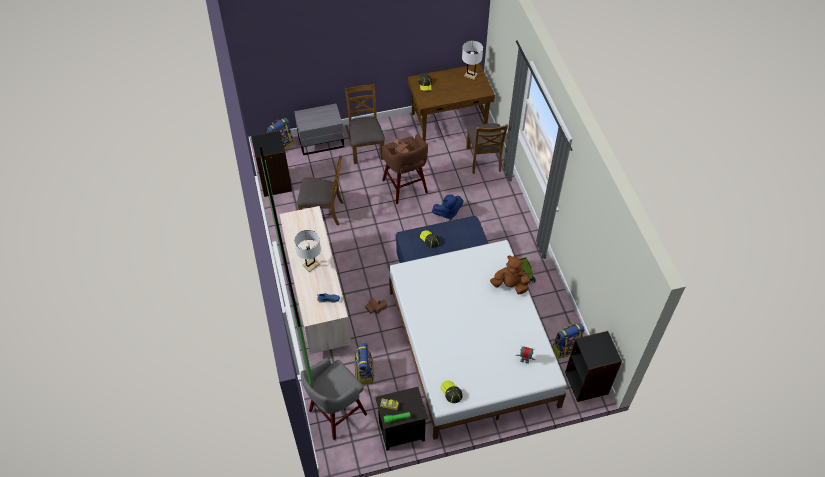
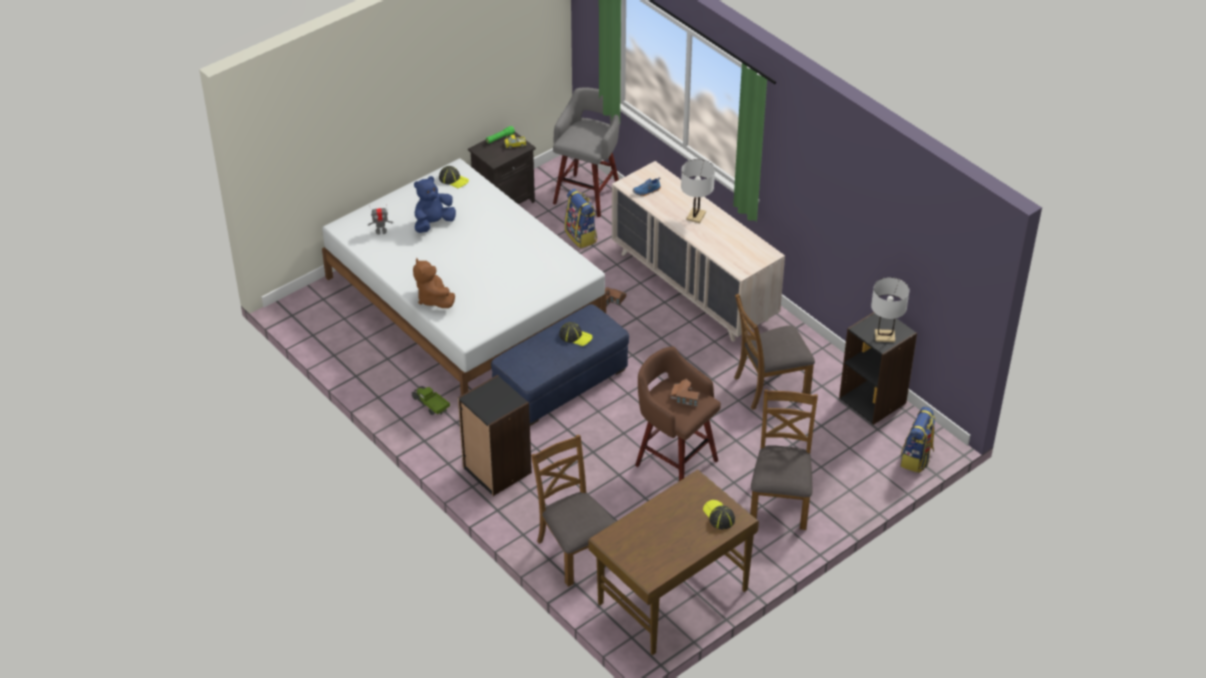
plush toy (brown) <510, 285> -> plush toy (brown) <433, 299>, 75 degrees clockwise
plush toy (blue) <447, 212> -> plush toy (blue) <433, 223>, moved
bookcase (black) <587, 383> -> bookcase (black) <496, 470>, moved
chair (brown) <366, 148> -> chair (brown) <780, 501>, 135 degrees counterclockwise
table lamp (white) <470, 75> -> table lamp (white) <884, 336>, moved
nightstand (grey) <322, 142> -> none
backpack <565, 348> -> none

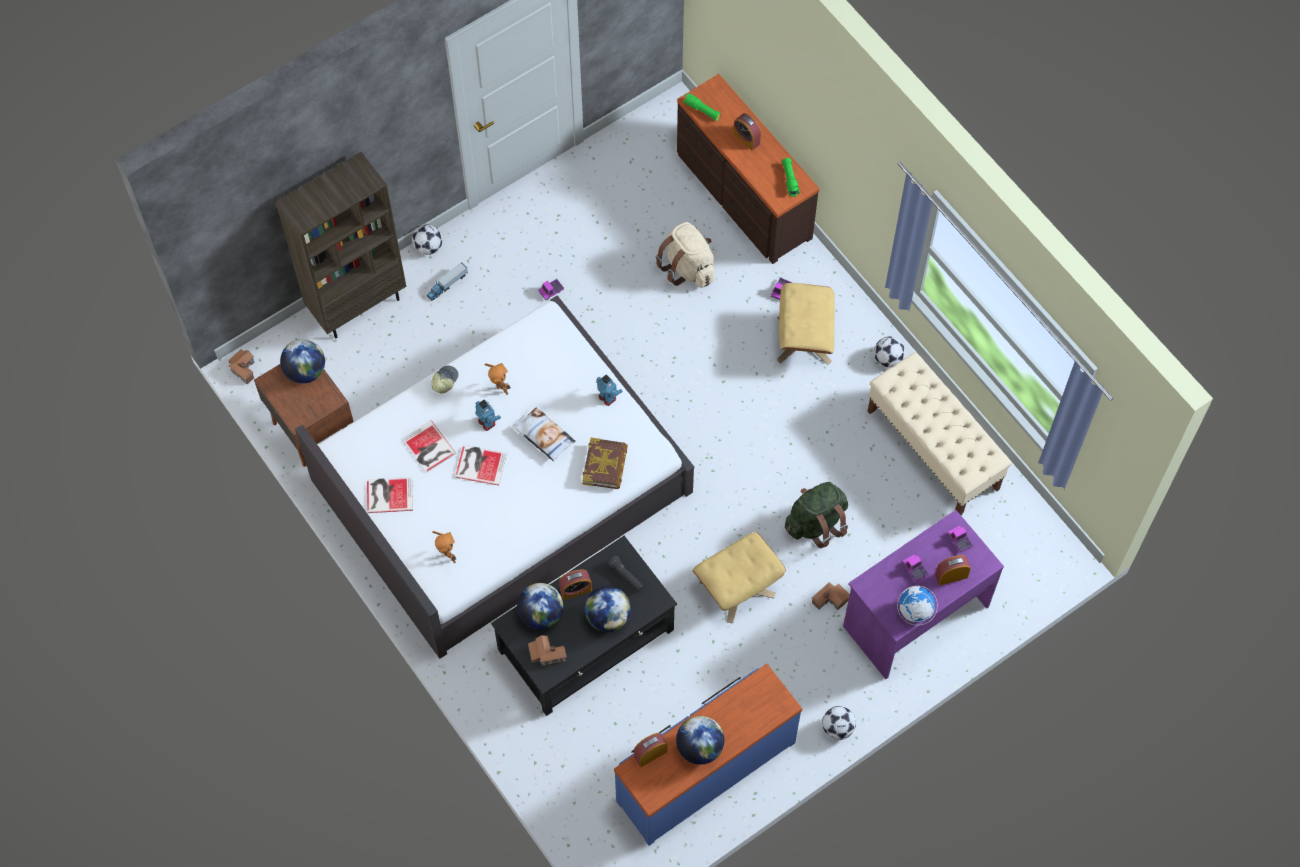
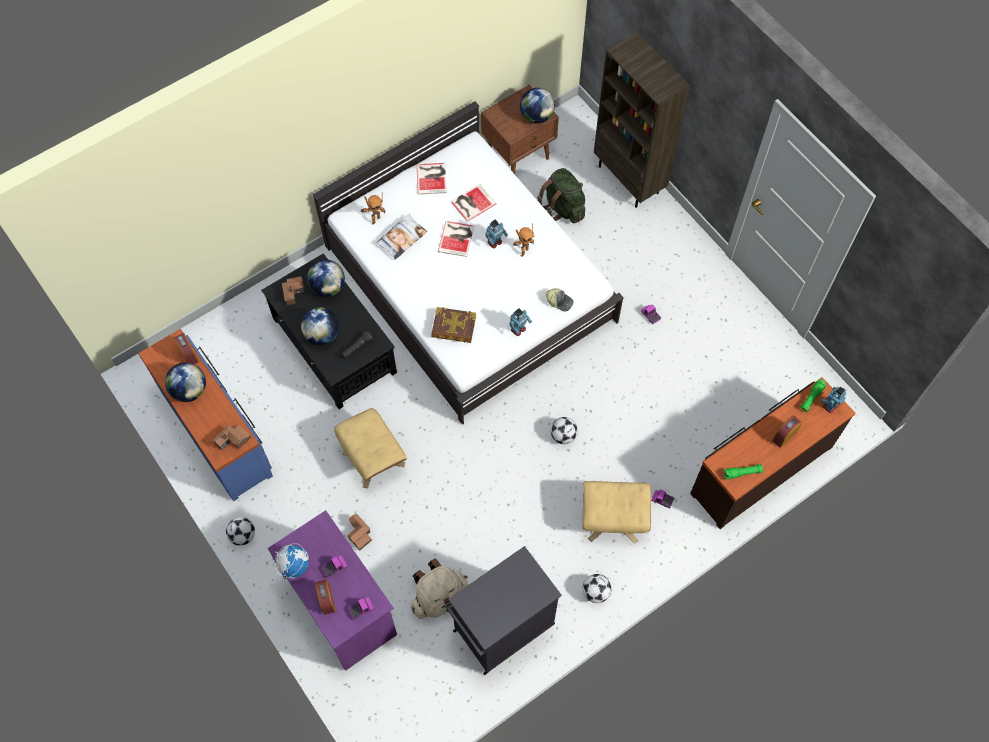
toy house <244, 368> -> toy house <233, 440>, moved
pillow <543, 436> -> pillow <402, 238>, moved
backpack (beige) <688, 267> -> backpack (beige) <439, 597>, moved
bench (beige) <933, 450> -> cabinet (black) <502, 629>
backpack (green) <816, 523> -> backpack (green) <563, 207>, moved
cap <444, 381> -> cap <559, 301>, moved
football <428, 247> -> football <563, 435>, moved
none -> toy robot <830, 405>
toy truck <447, 285> -> none
alarm clock <575, 590> -> none

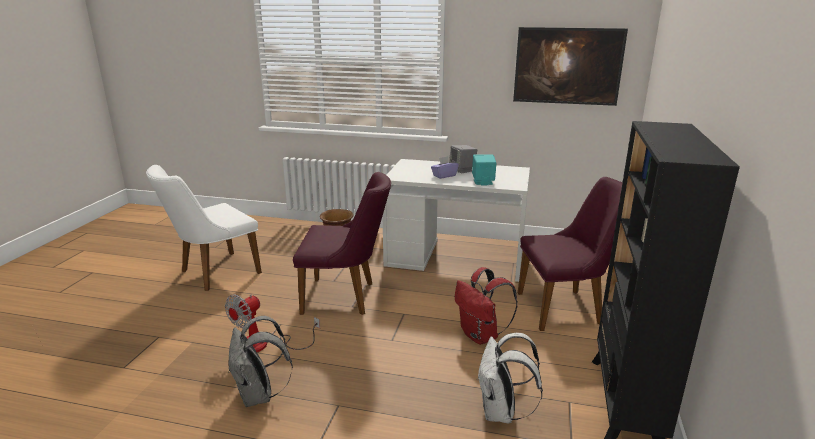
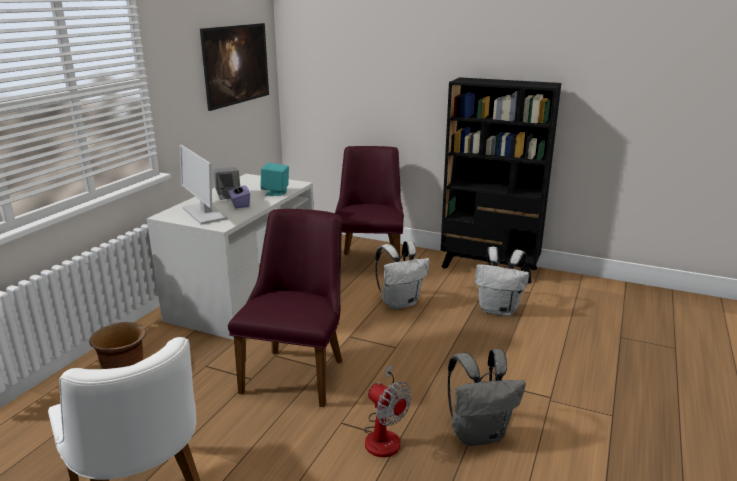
none -> monitor <204, 213>
backpack (red) <481, 336> -> backpack (white) <400, 303>

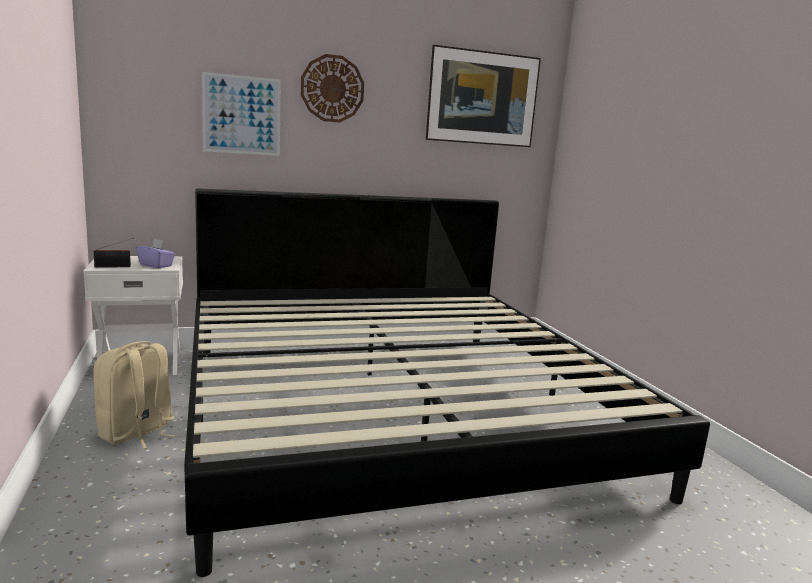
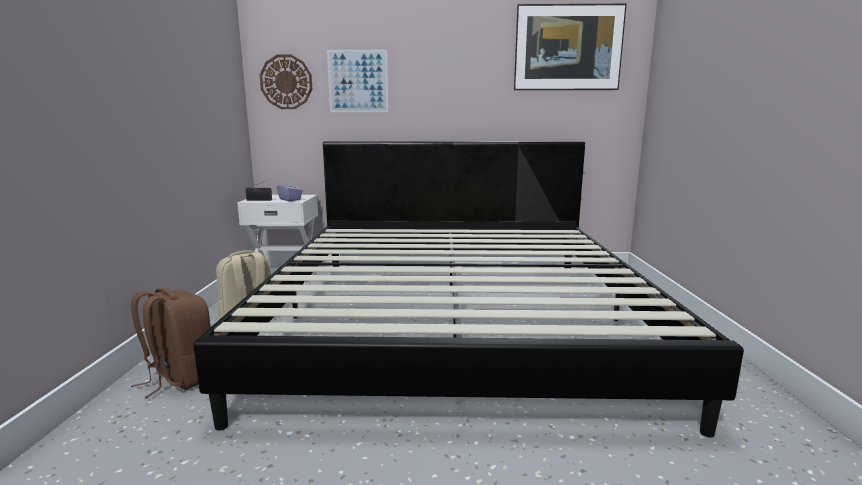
none -> backpack (brown) <179, 378>
wall clock <332, 88> -> wall clock <286, 82>, moved

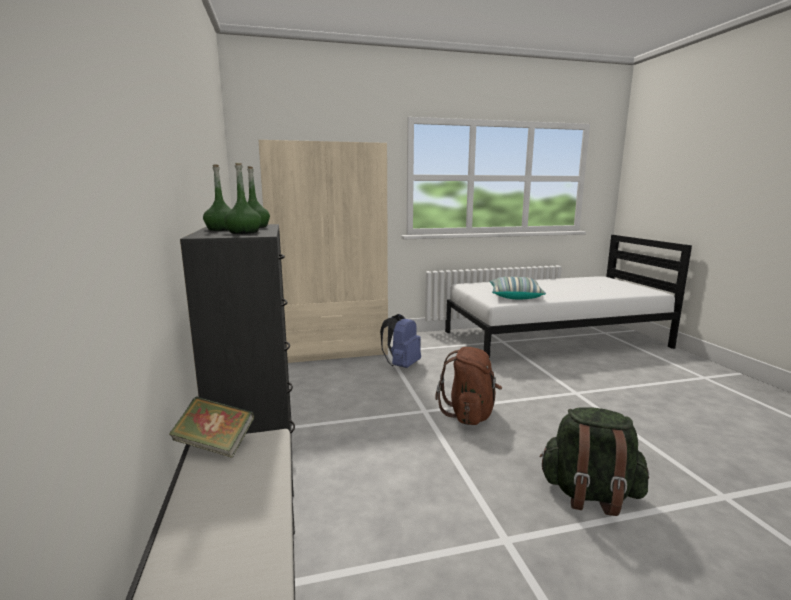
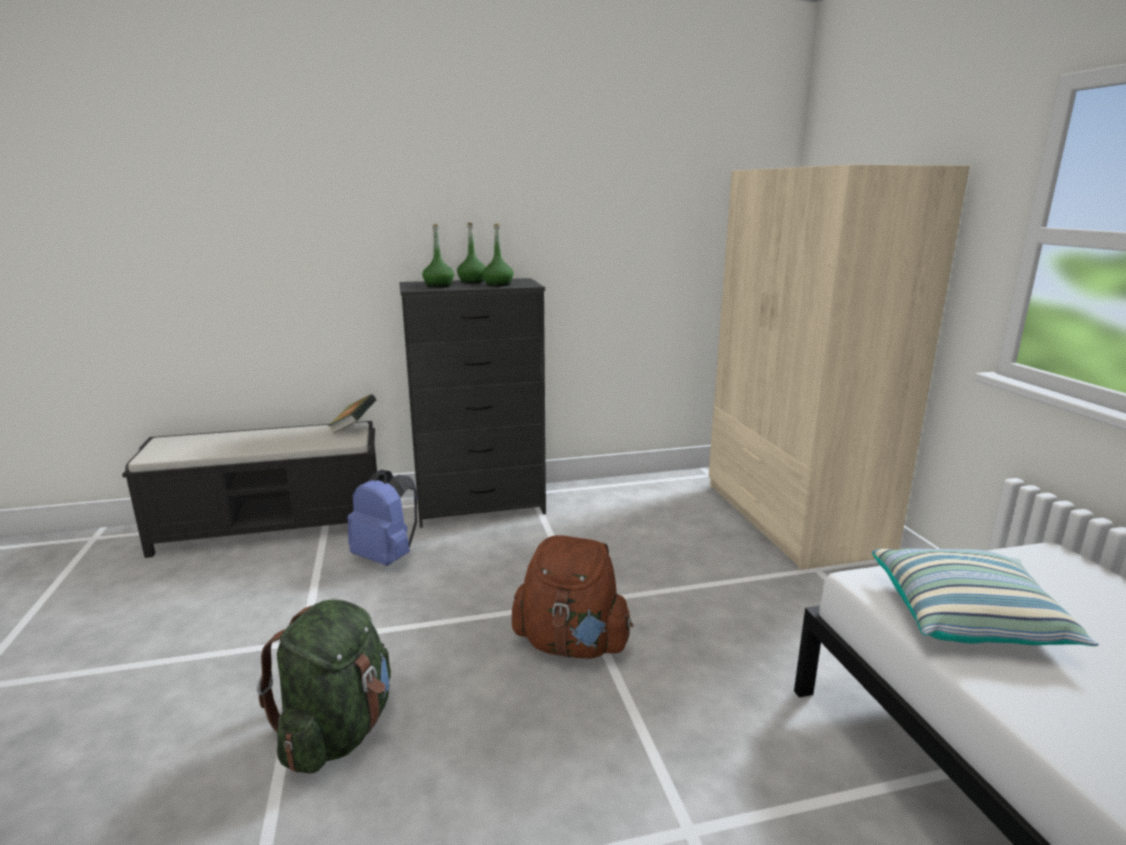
backpack (blue) <402, 365> -> backpack (blue) <387, 557>, moved

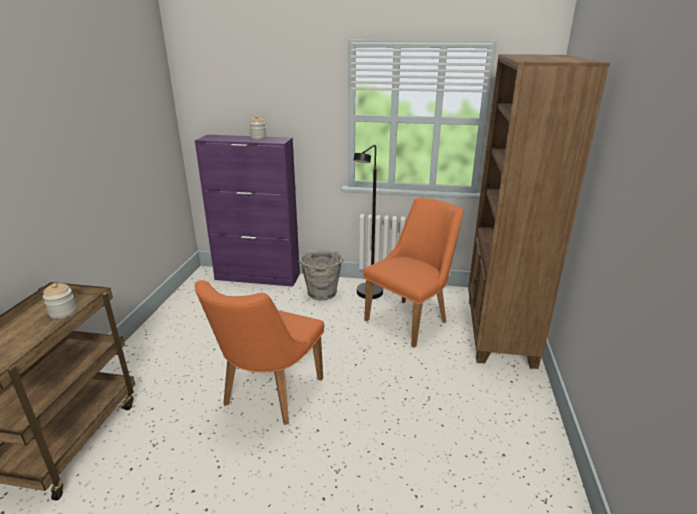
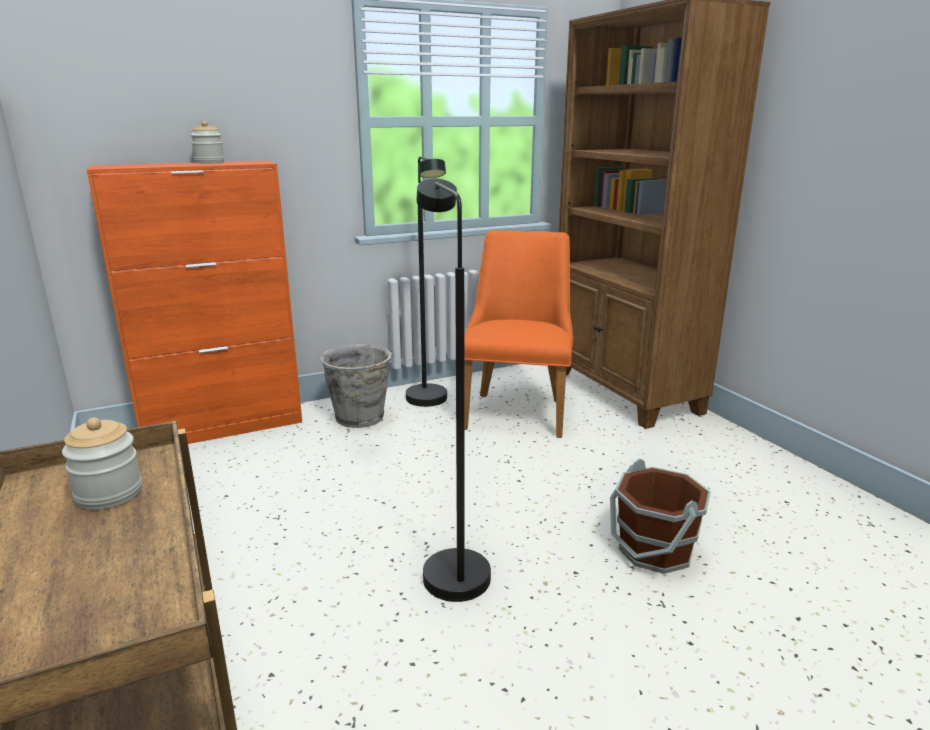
cabinet (purple) <258, 277> -> cabinet (orange) <224, 427>
chair (orange) <267, 396> -> floor lamp (black) <452, 566>
none -> bucket (brown) <654, 550>

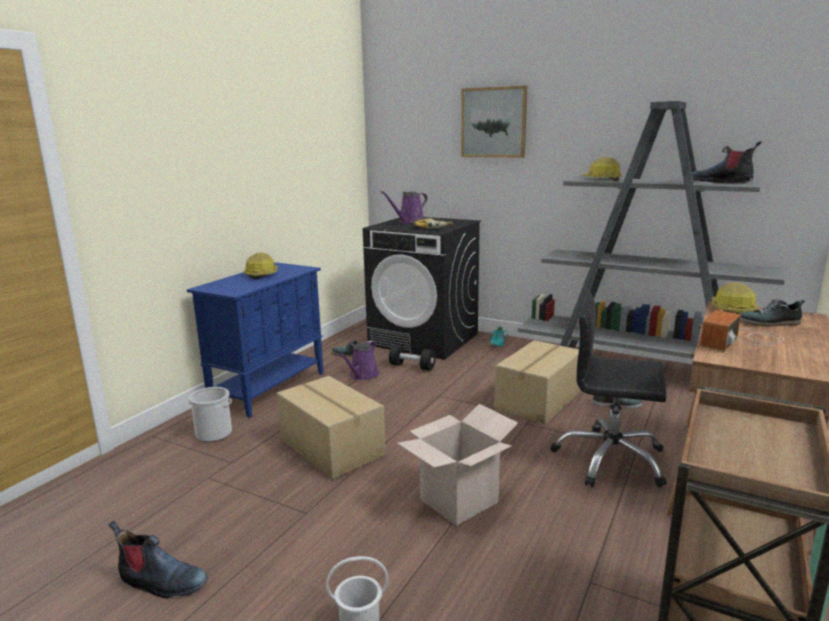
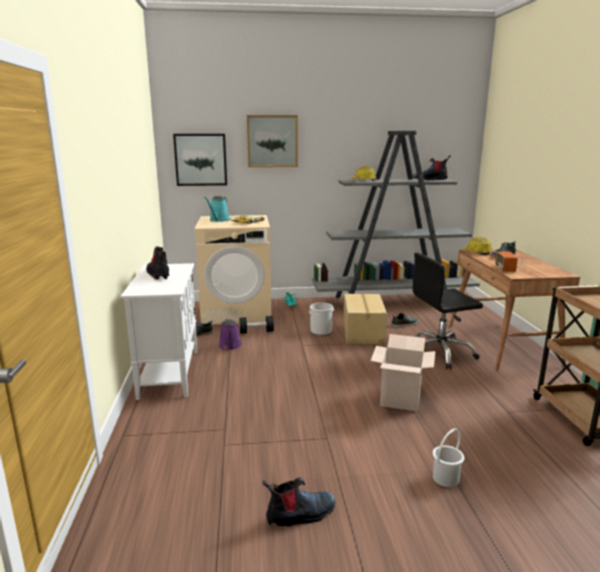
cabinet (blue) <269, 388> -> cabinet (white) <169, 373>
hard hat <262, 274> -> boot <159, 275>
none -> picture <201, 159>
washing machine (black) <424, 339> -> washing machine (beige) <237, 312>
watering can (purple) <409, 222> -> watering can (turquoise) <218, 220>
bucket <214, 433> -> bucket <321, 331>, moved
cardboard box <331, 448> -> none

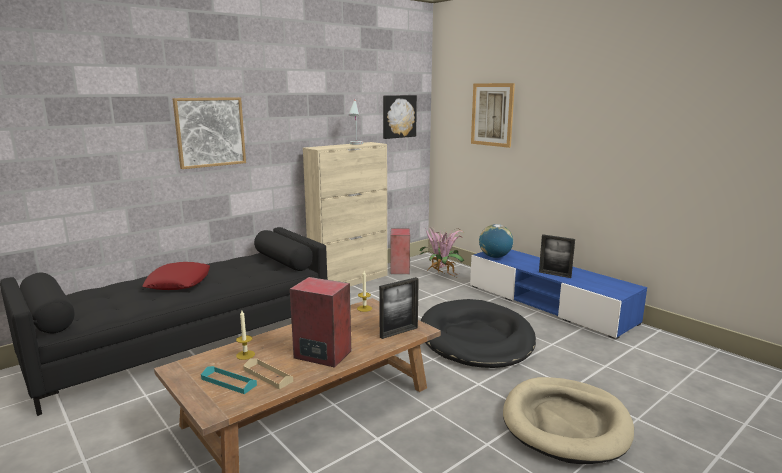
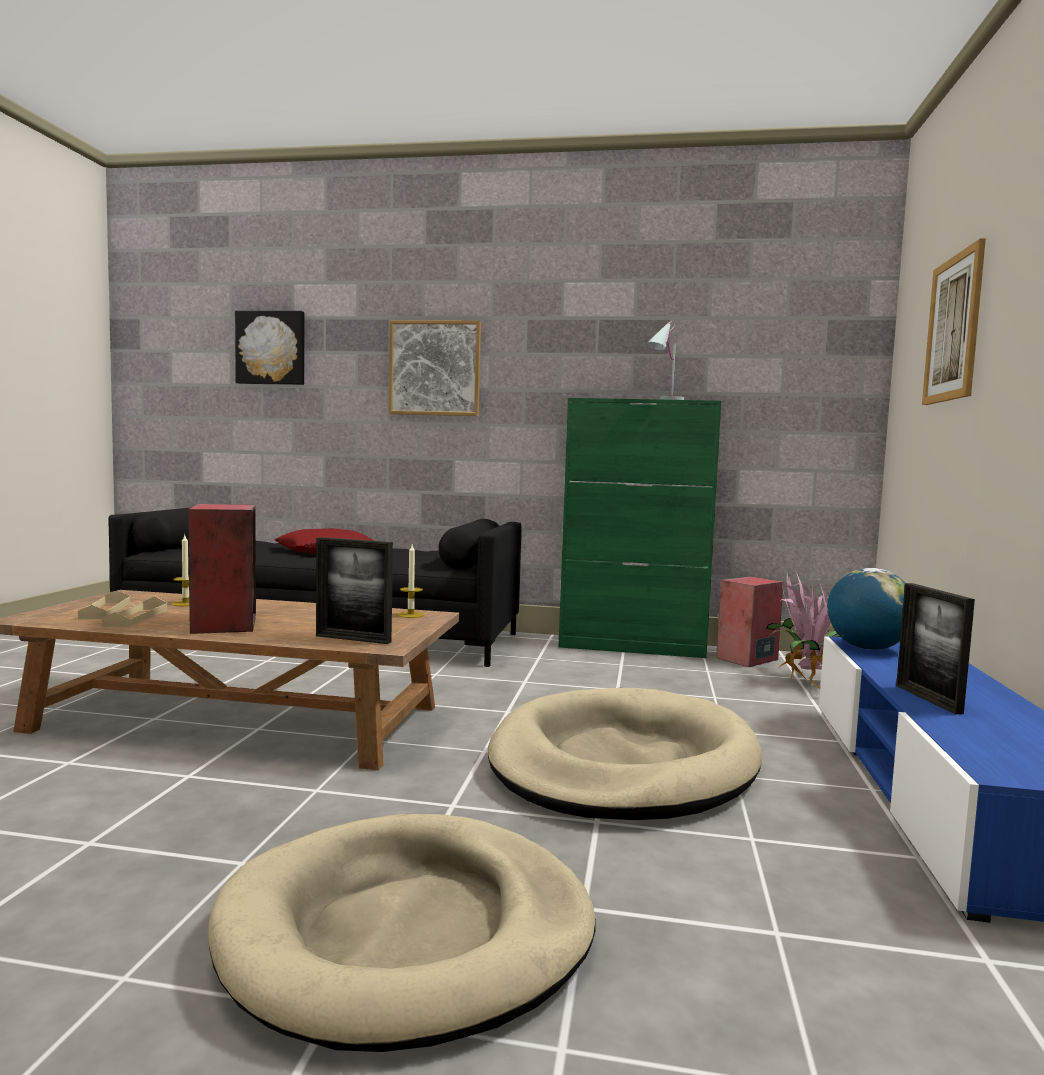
tray (turquoise) <228, 382> -> tray (beige) <105, 610>
picture <398, 116> -> picture <271, 348>, moved
dog bed (black) <476, 338> -> dog bed (beige) <622, 763>
cabinet (beige) <349, 281> -> cabinet (green) <632, 647>

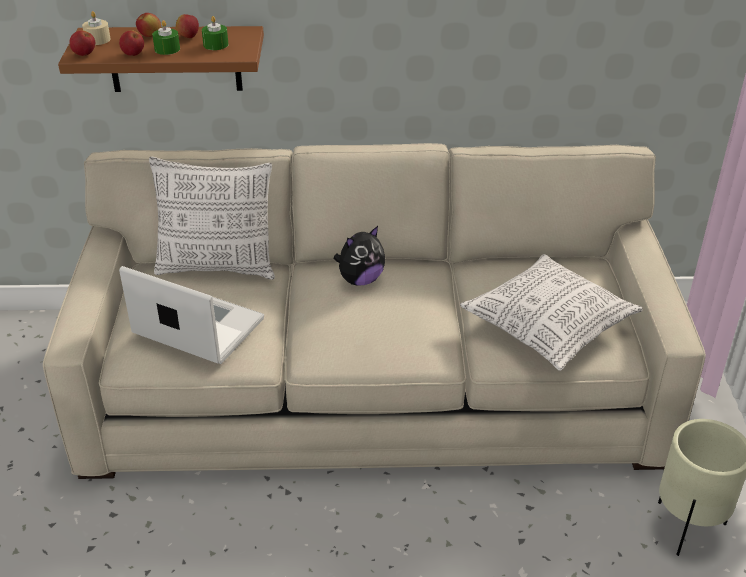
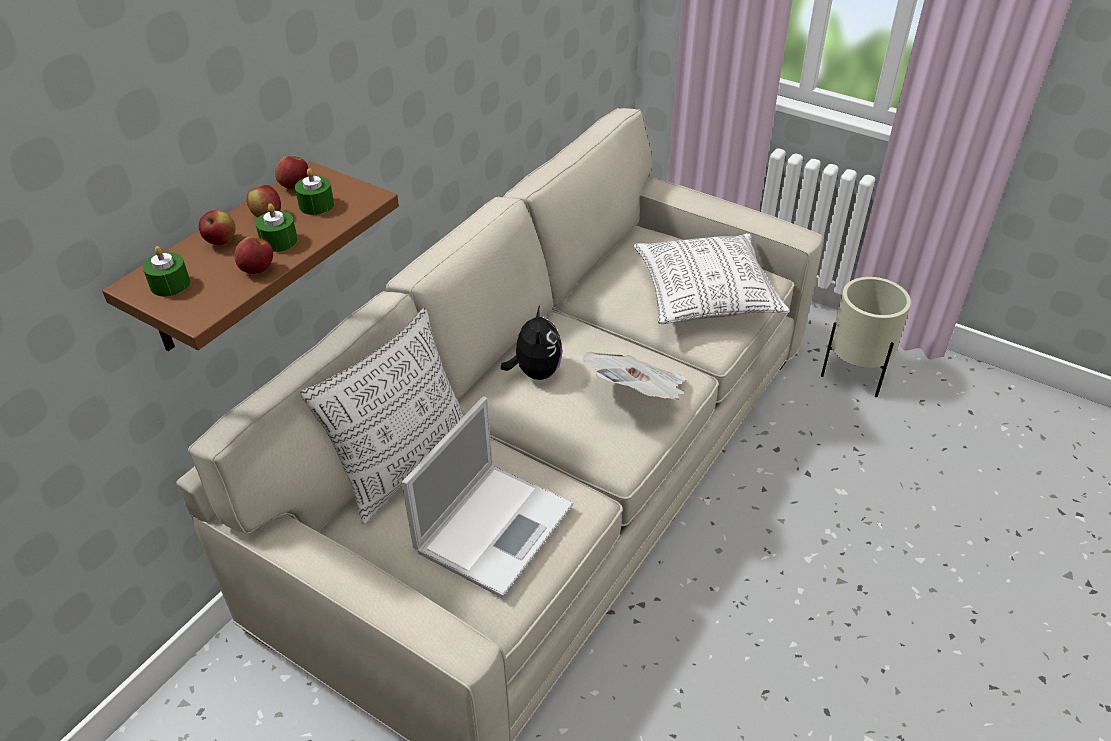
candle (beige) <97, 40> -> candle (green) <170, 284>
apple <84, 54> -> apple <295, 186>, moved
laptop <196, 326> -> laptop <496, 525>, 150 degrees clockwise
none -> newspaper <637, 395>

